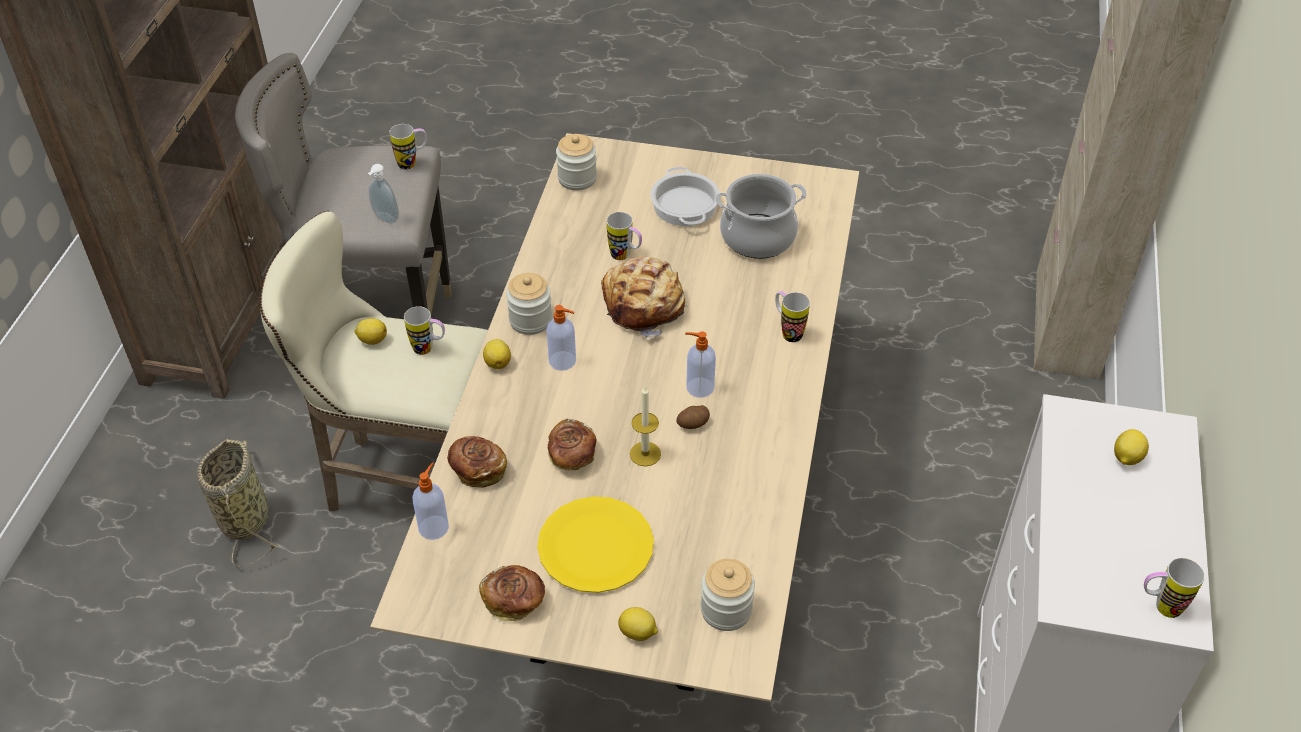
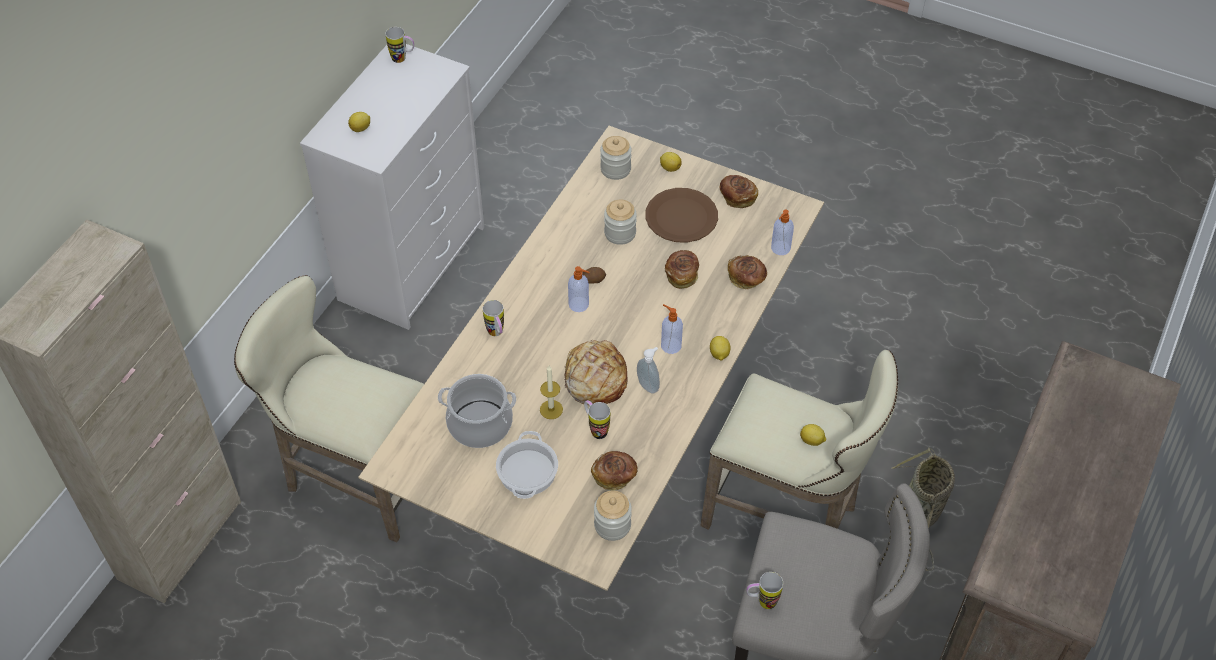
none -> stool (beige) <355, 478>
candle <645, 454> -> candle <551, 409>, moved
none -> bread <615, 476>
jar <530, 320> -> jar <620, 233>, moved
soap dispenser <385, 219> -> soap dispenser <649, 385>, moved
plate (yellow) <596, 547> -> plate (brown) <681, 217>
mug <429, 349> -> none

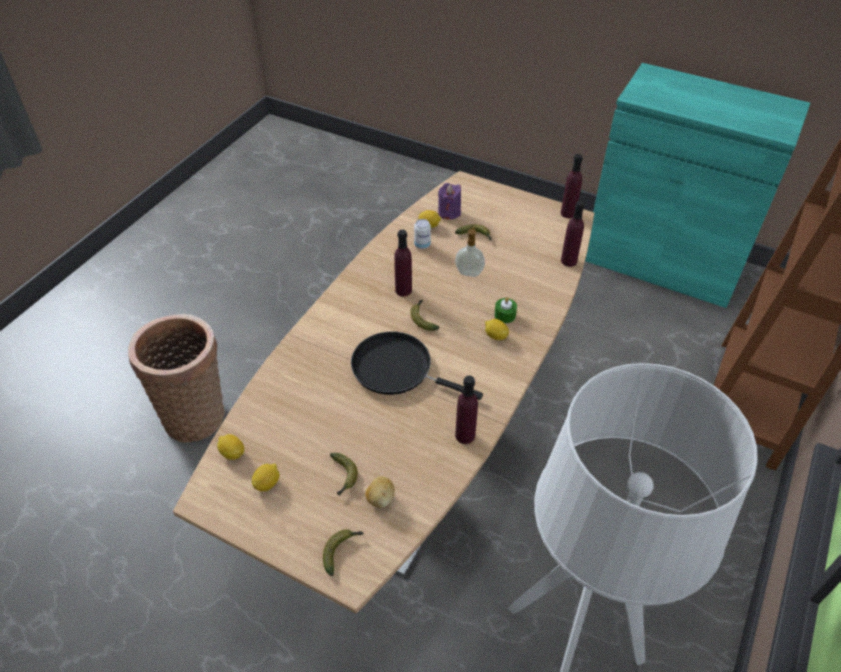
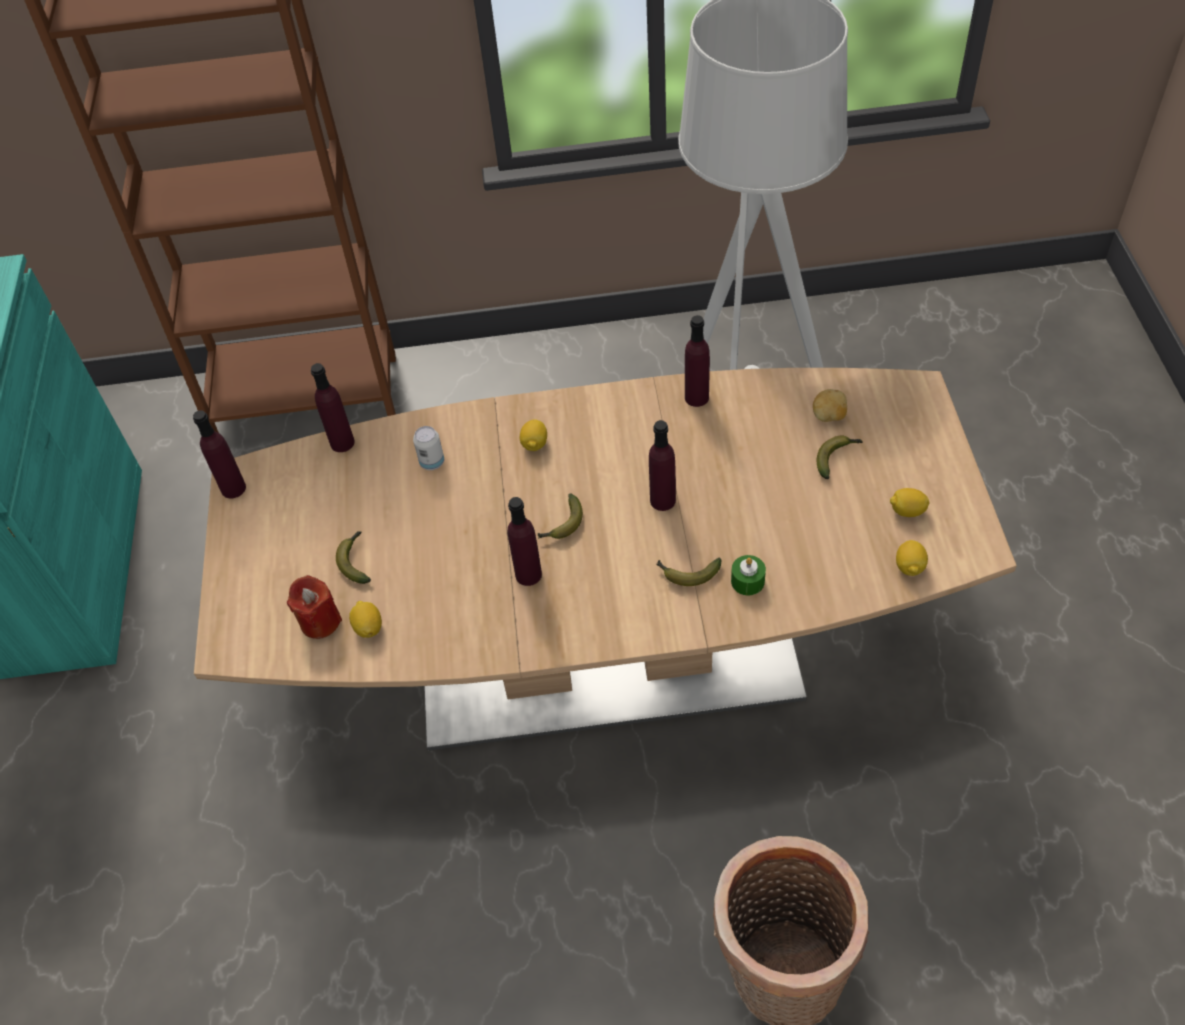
candle (purple) <449, 212> -> candle (red) <320, 621>
can <422, 245> -> can <432, 462>, moved
frying pan (black) <397, 369> -> bottle (purple) <662, 500>
banana <342, 550> -> banana <687, 574>, moved
candle (green) <505, 315> -> candle (green) <747, 581>, moved
soap dispenser <469, 272> -> none

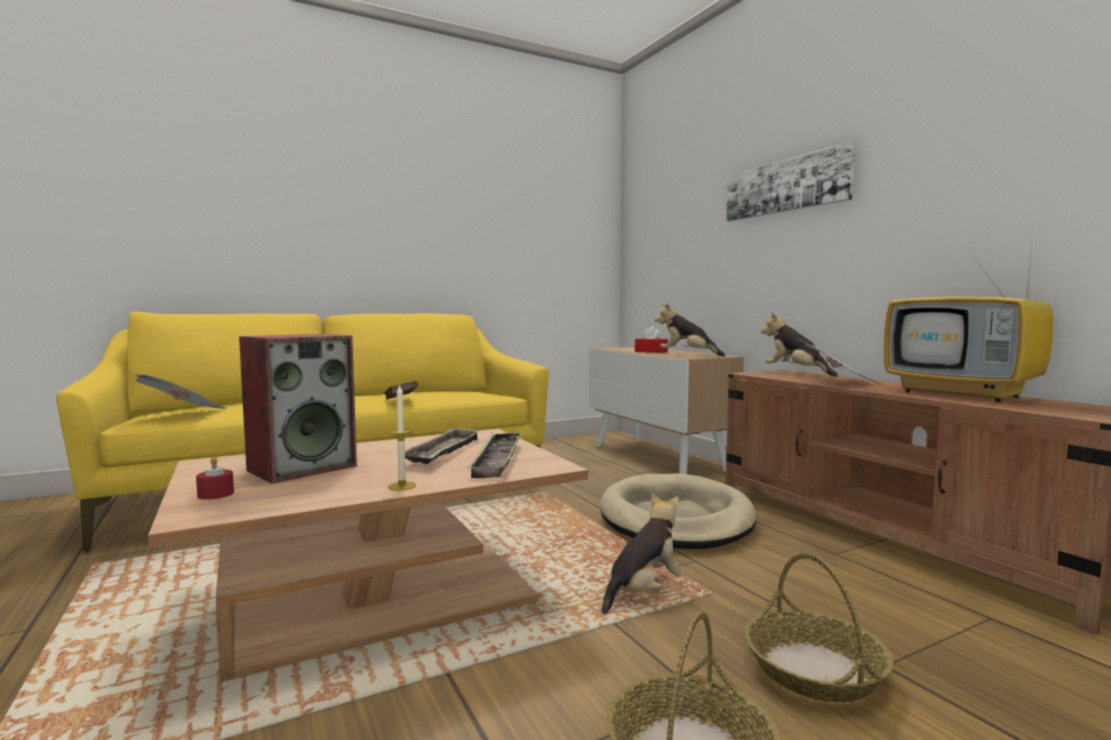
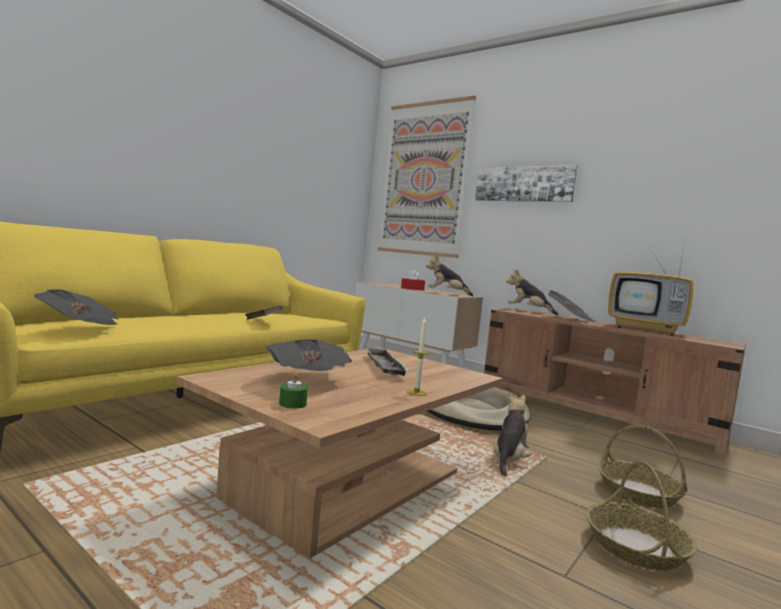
speaker <303, 467> -> newspaper <308, 380>
candle (red) <215, 494> -> candle (green) <292, 404>
none -> picture <424, 179>
tray <497, 460> -> none

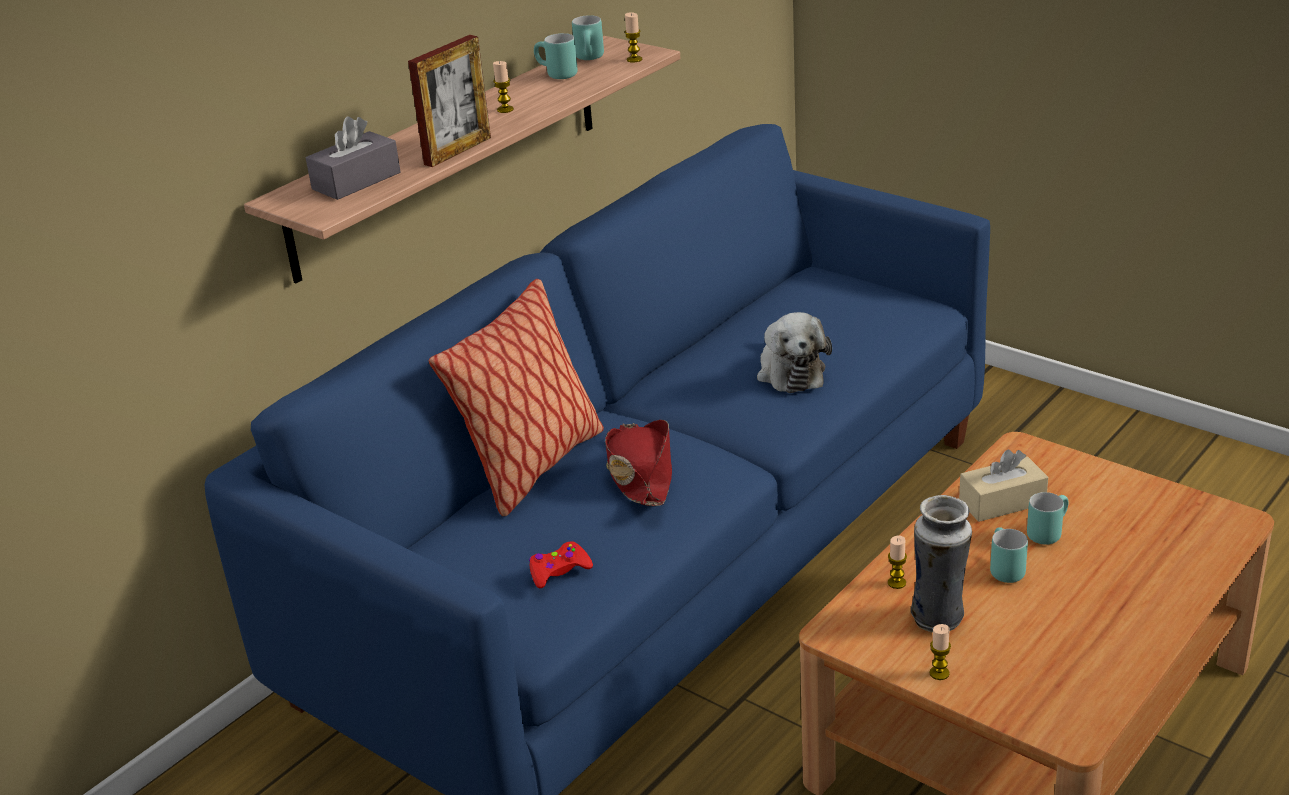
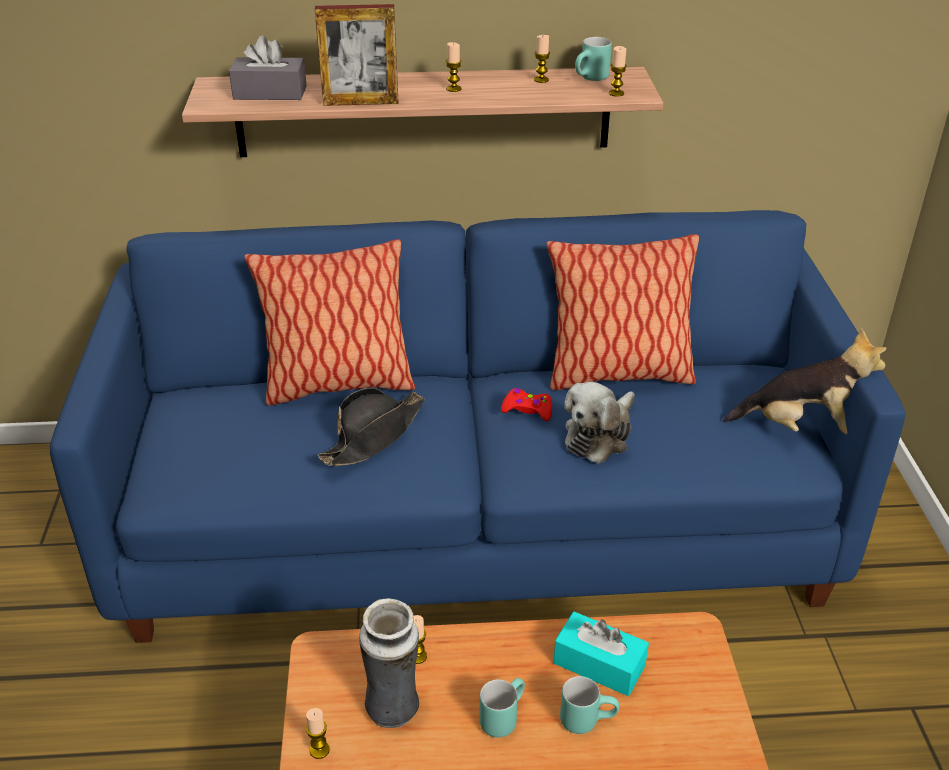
hat (red) <640, 473> -> hat (black) <374, 435>
game controller (red) <559, 571> -> game controller (red) <528, 410>, moved
mug (turquoise) <555, 75> -> candle <541, 80>
none -> pillow <617, 374>
tissue box (beige) <1002, 502> -> tissue box (turquoise) <599, 664>
none -> plush toy <800, 427>

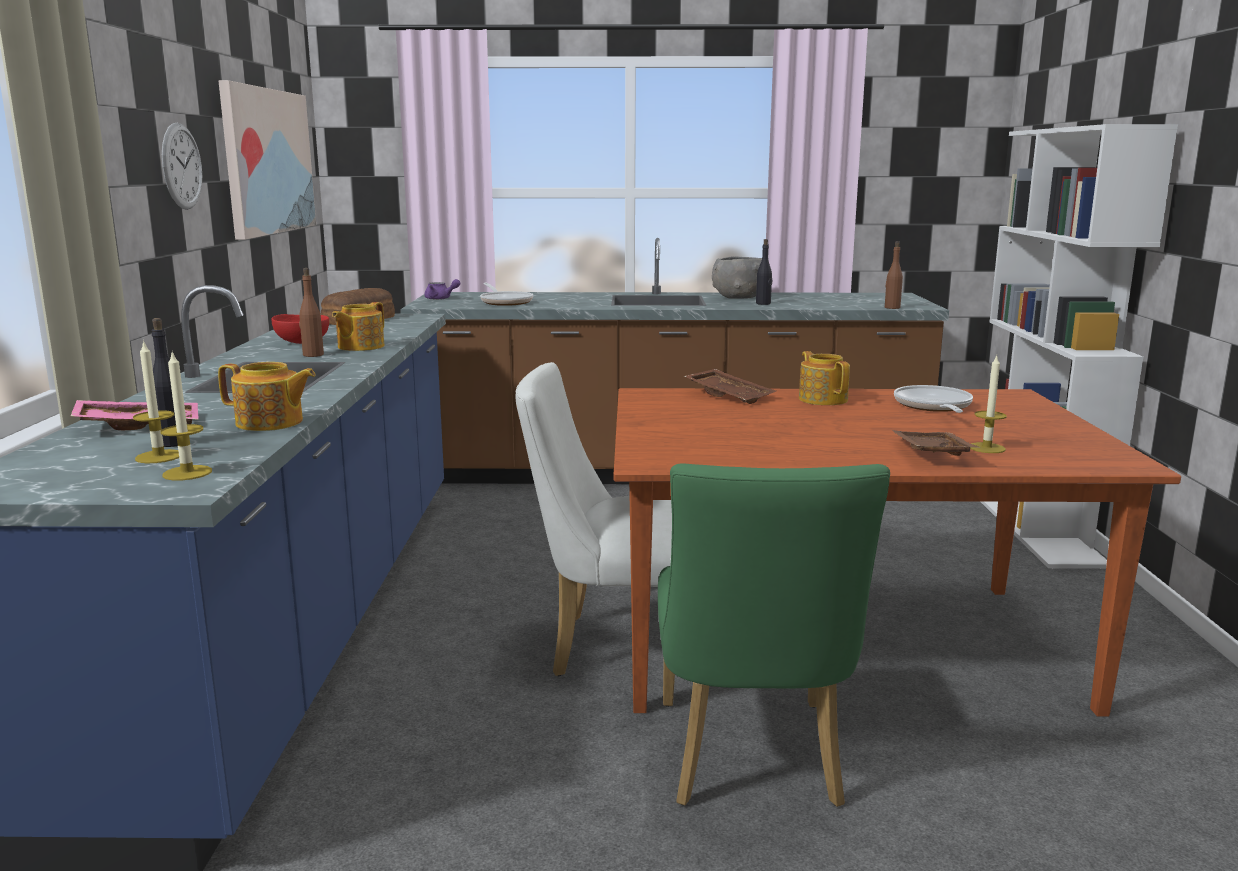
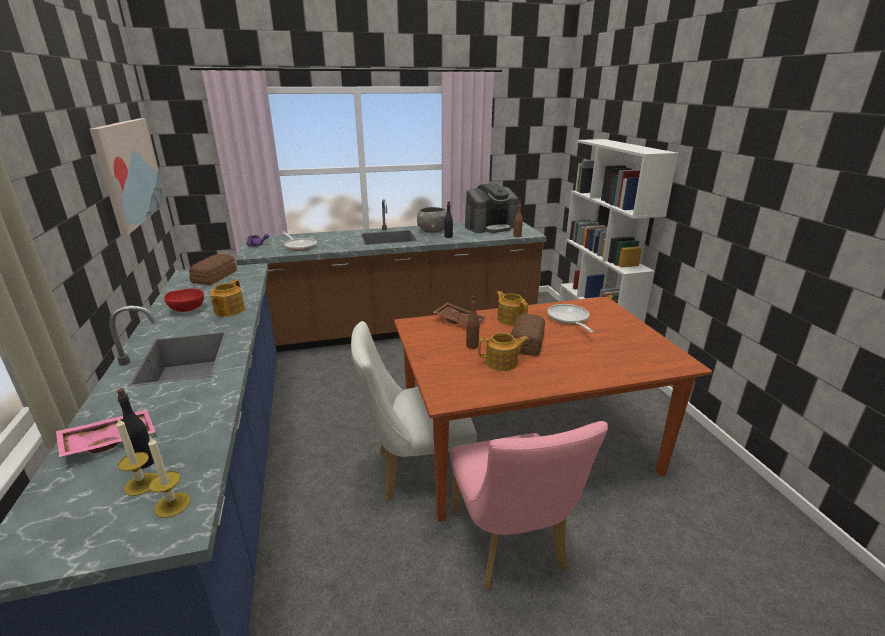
chair (green) <750, 762> -> chair (pink) <511, 546>
none -> coffee machine <491, 226>
bottle (brown) <313, 355> -> bottle (brown) <472, 346>, moved
teapot <270, 423> -> teapot <502, 363>, moved
none -> bread <526, 343>
wall clock <181, 166> -> none
tray (brown) <930, 454> -> none
candle <986, 448> -> none

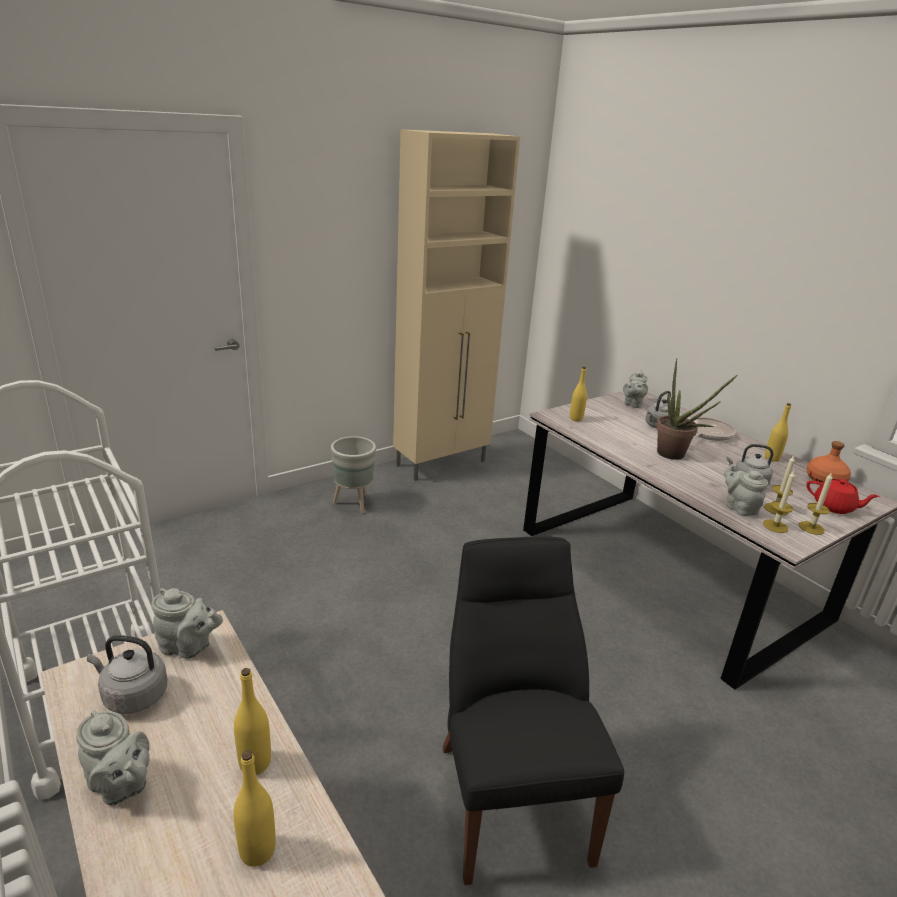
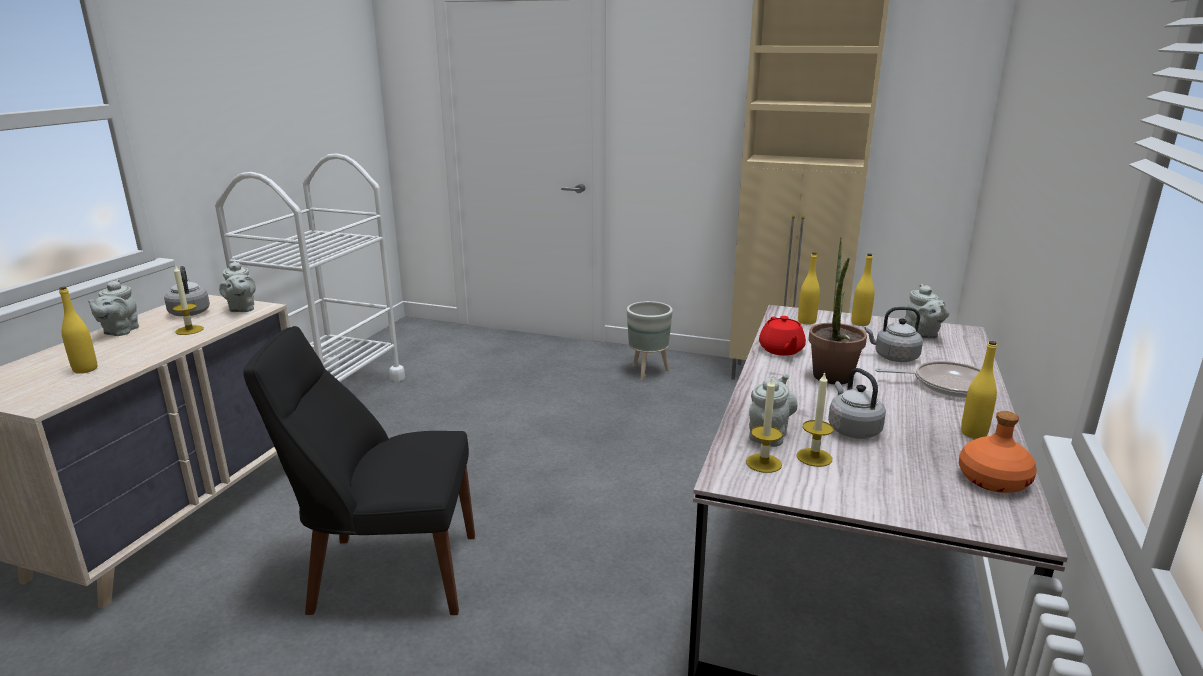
candle <811, 528> -> candle <189, 330>, moved
chair (black) <510, 794> -> chair (black) <387, 573>, 135 degrees counterclockwise
teapot (red) <834, 507> -> teapot (red) <781, 350>, moved
bottle (yellow) <255, 763> -> bottle (yellow) <860, 323>, moved
teapot (grey) <632, 404> -> teapot (grey) <922, 334>, 90 degrees counterclockwise

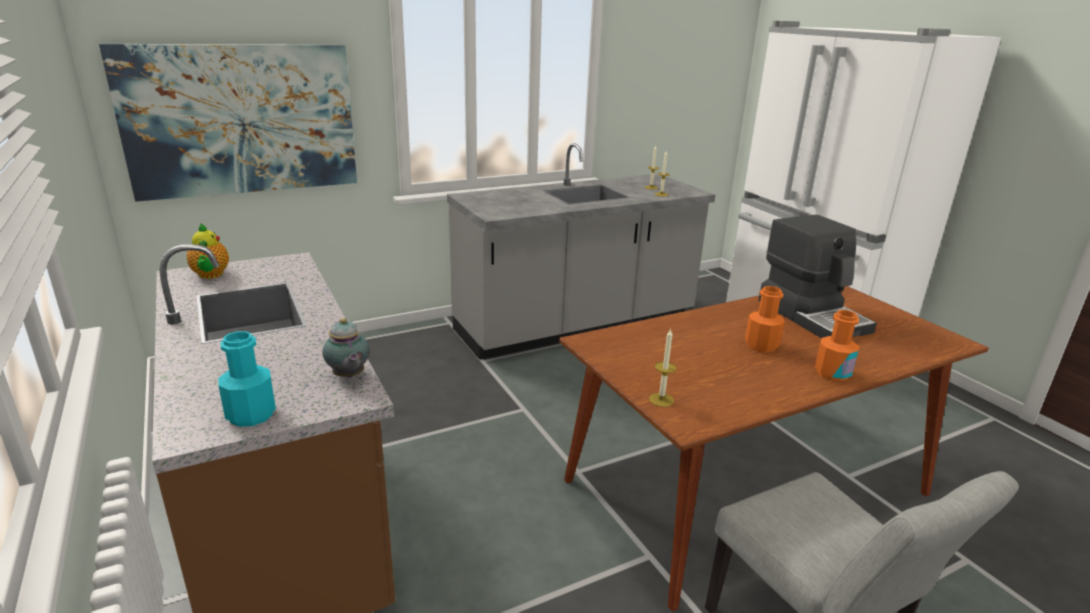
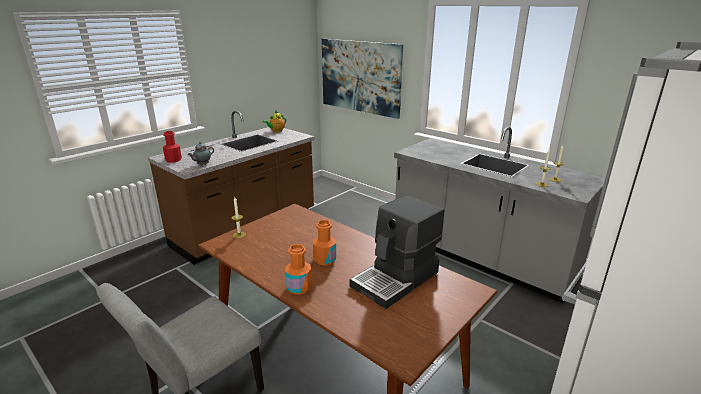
bottle (turquoise) <251, 415> -> bottle (red) <173, 160>

